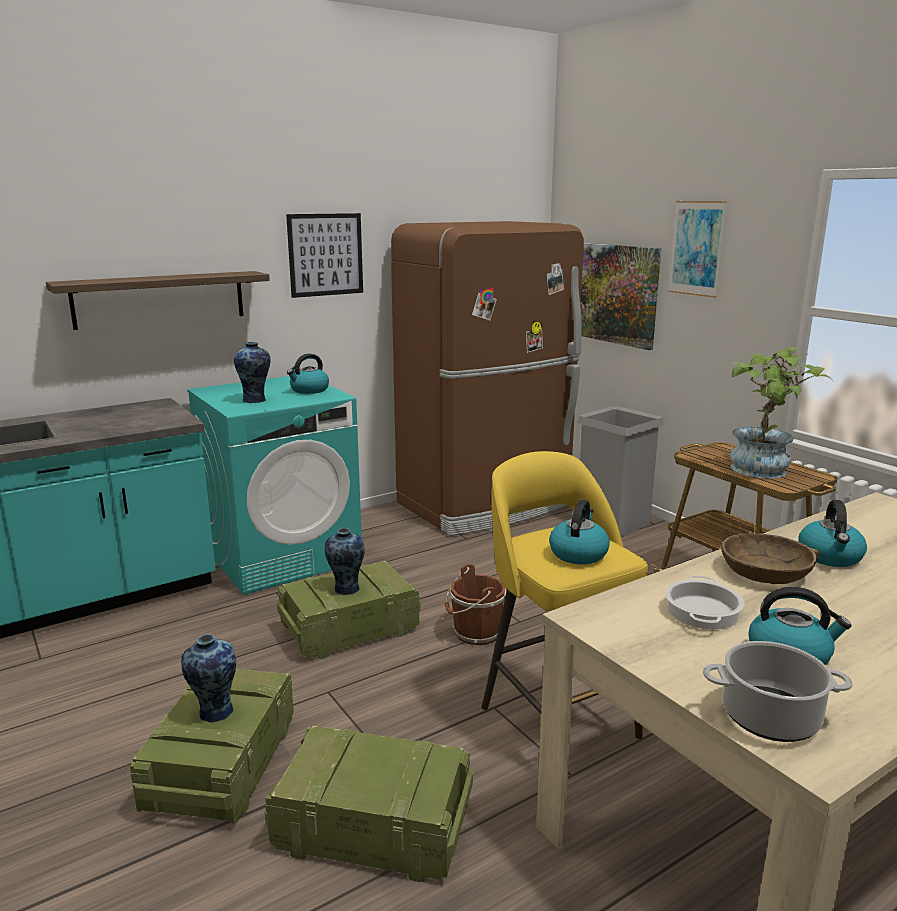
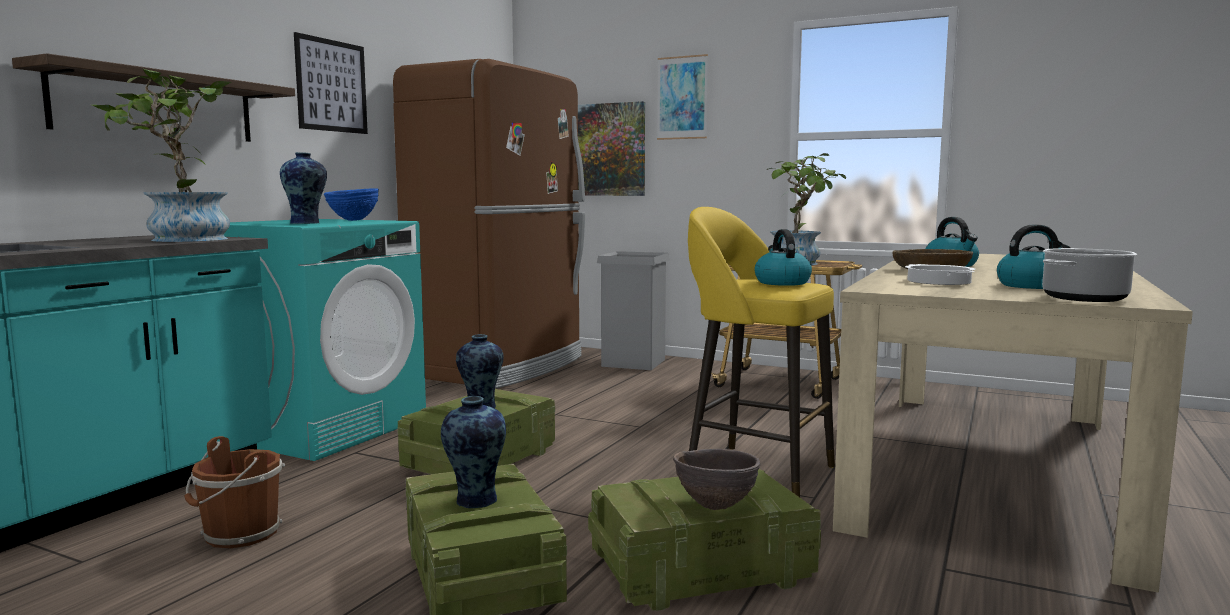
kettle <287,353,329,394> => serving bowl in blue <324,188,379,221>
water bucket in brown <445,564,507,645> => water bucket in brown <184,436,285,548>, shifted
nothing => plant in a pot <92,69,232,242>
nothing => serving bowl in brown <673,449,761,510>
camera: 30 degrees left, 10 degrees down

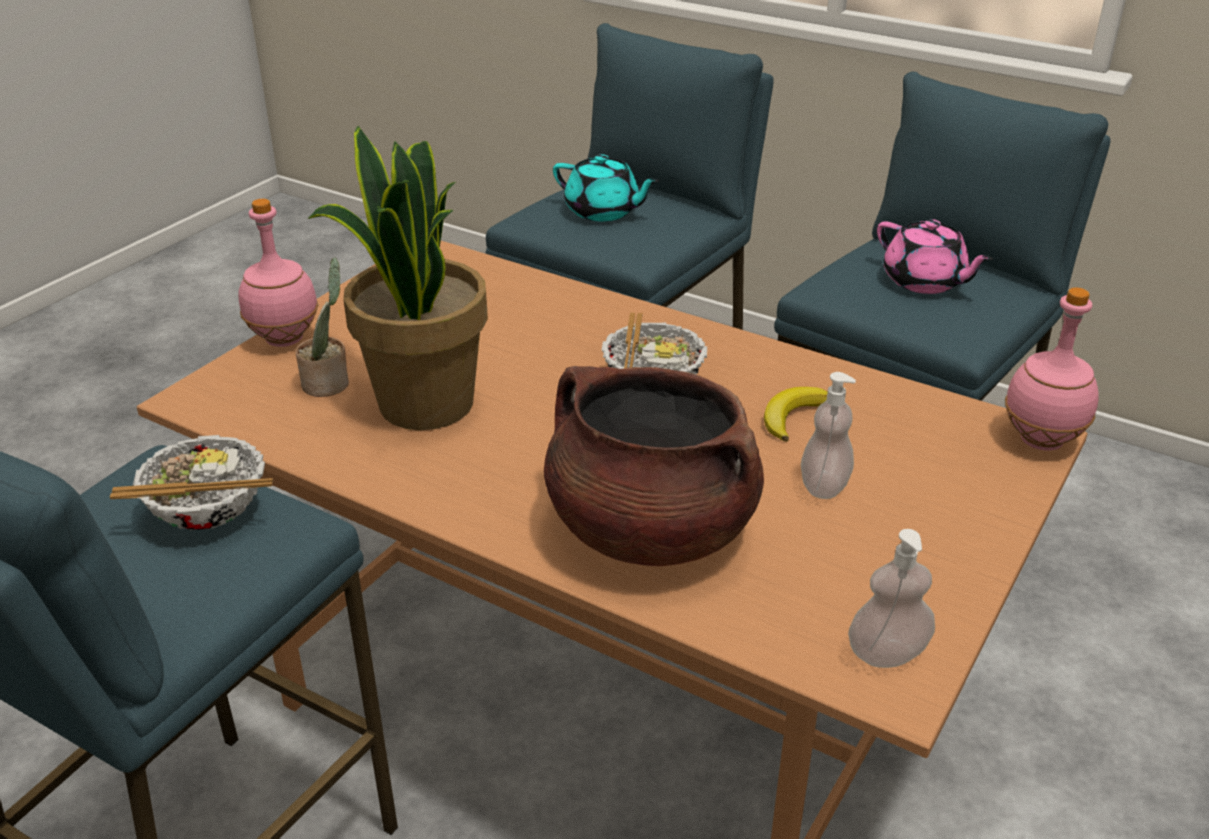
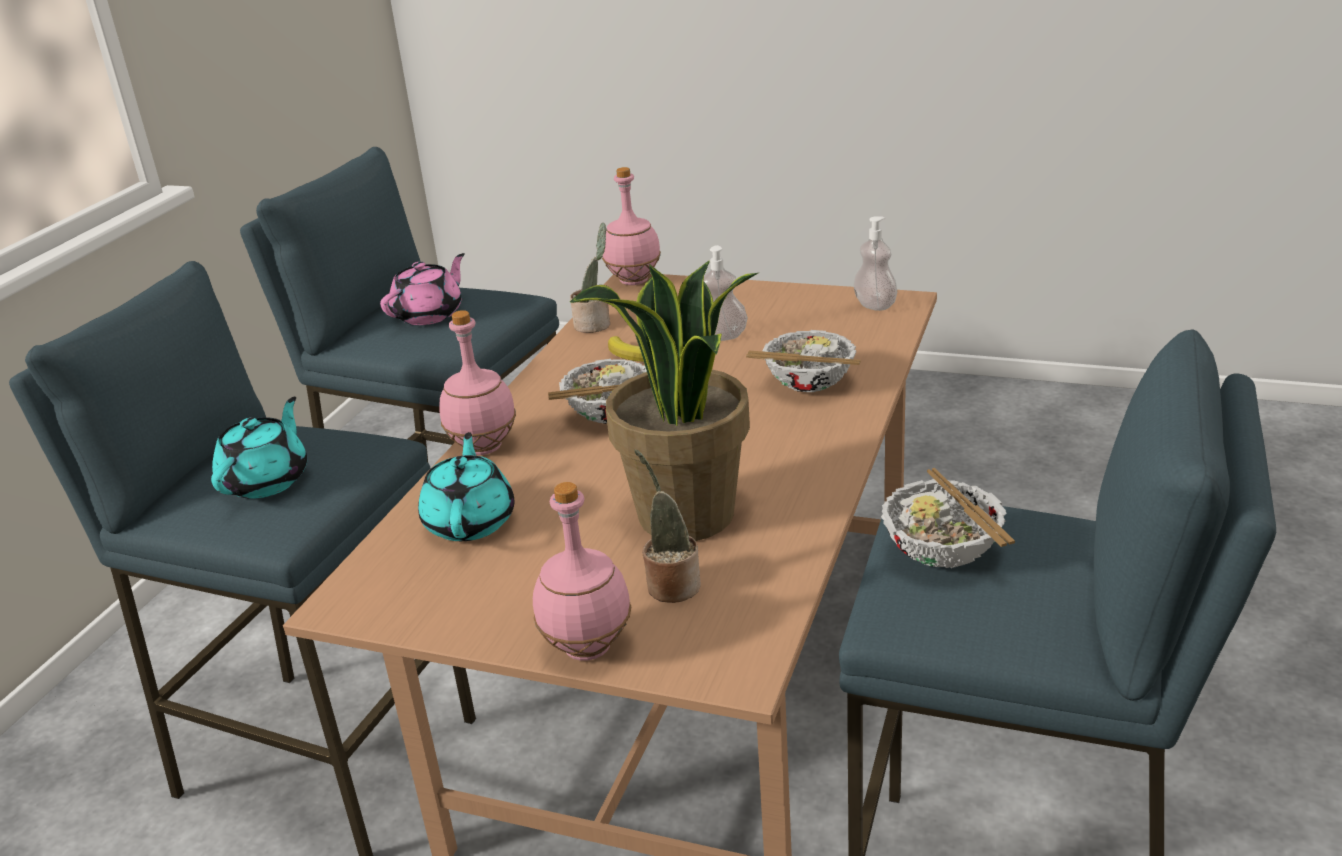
stockpot in brown <544,366,764,566> => serving bowl <746,330,861,392>
nothing => pot for tea in blue-green <418,432,515,541>
nothing => bottle in pink-coloured <439,310,516,455>
nothing => plant in a pot <570,223,610,333>
camera: 100 degrees left, 5 degrees down

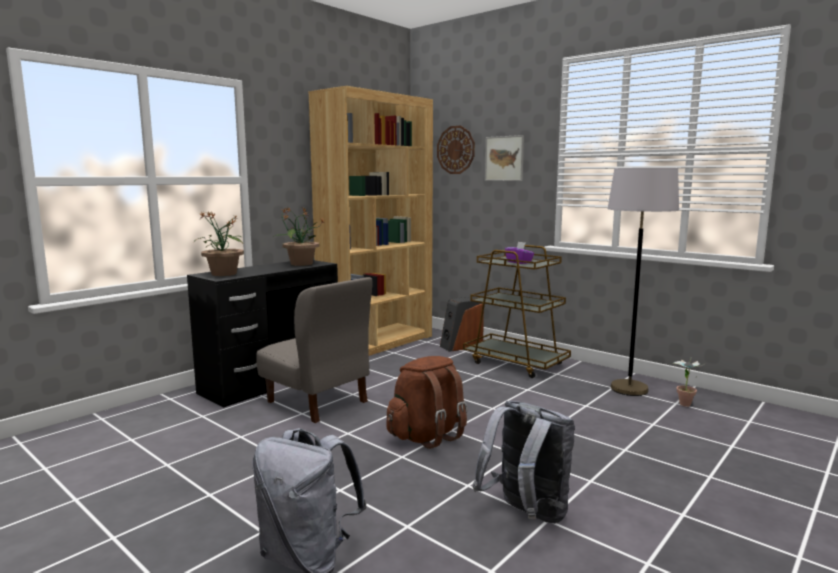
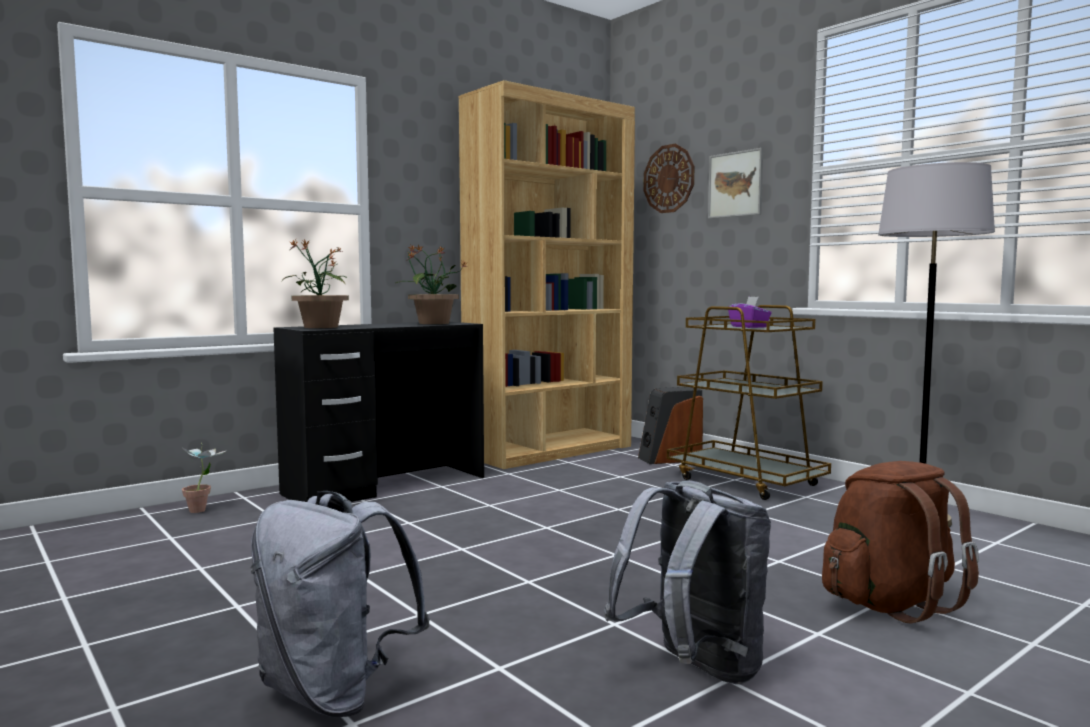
plain chair in grey <256,277,373,423> => nothing
backpack in brown <386,356,467,449> => backpack in brown <822,461,979,623>, shifted
plant in a pot <673,359,706,407> => plant in a pot <182,443,226,513>, shifted
camera: 10 degrees right, 5 degrees down

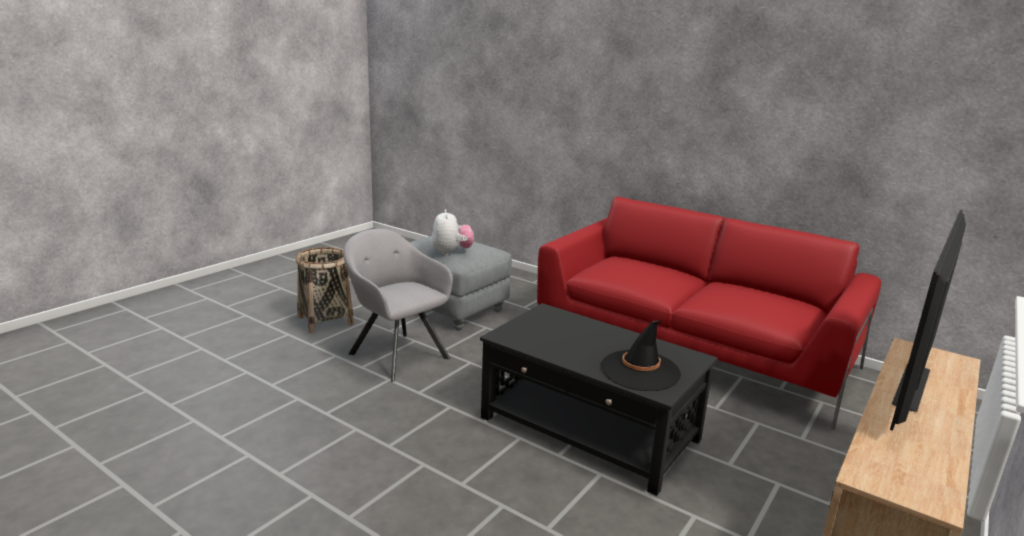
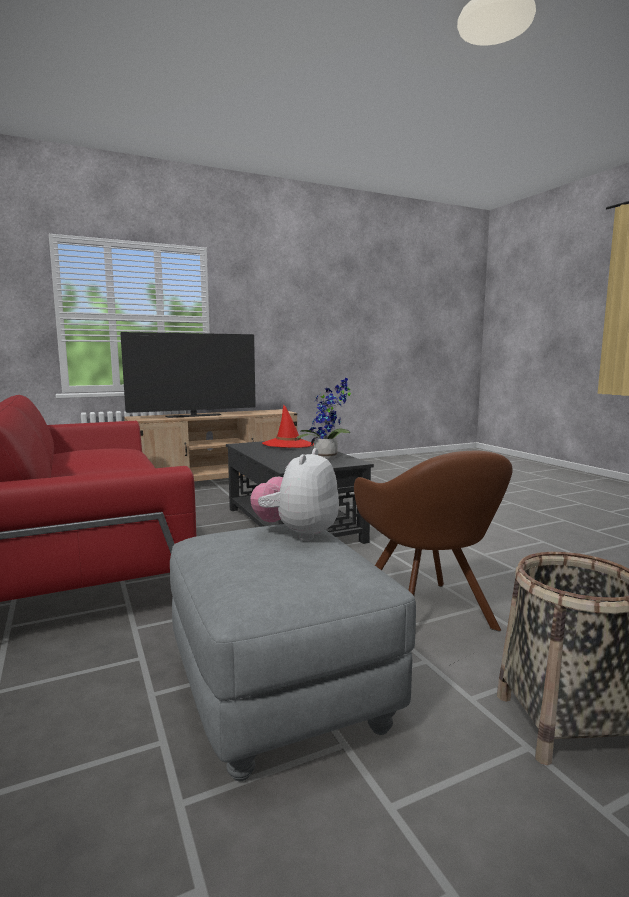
lounge chair in grey <343,229,453,382> => lounge chair in brown <354,451,513,631>
clothing hat in blackish <601,321,681,391> => clothing hat in red-coloured <262,405,314,448>
nothing => plant in a pot <297,378,351,459>
camera: 150 degrees left, 10 degrees down

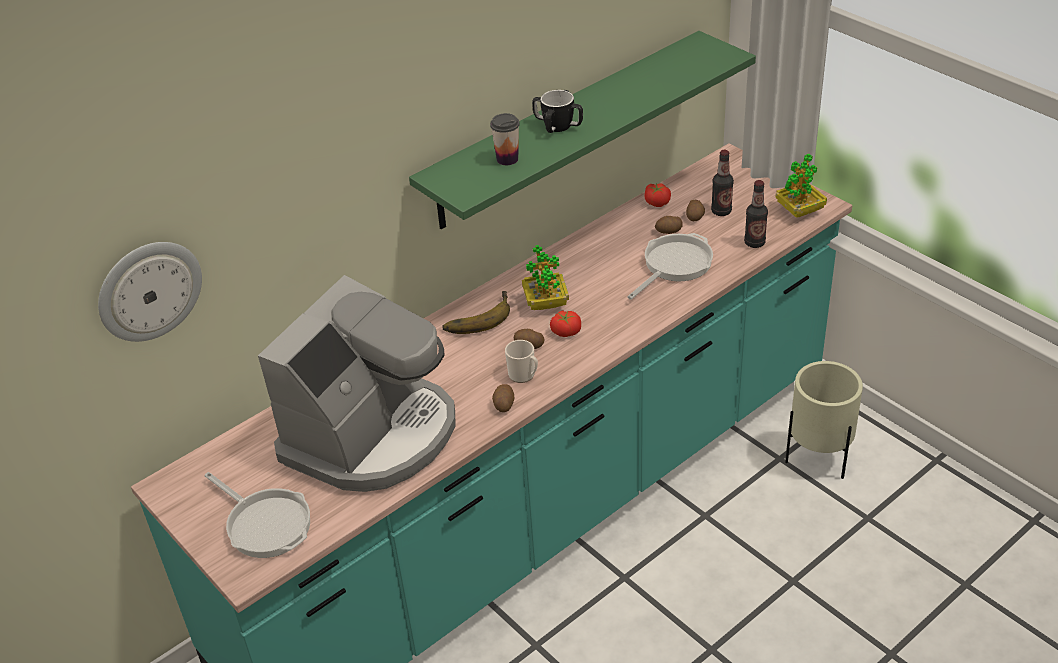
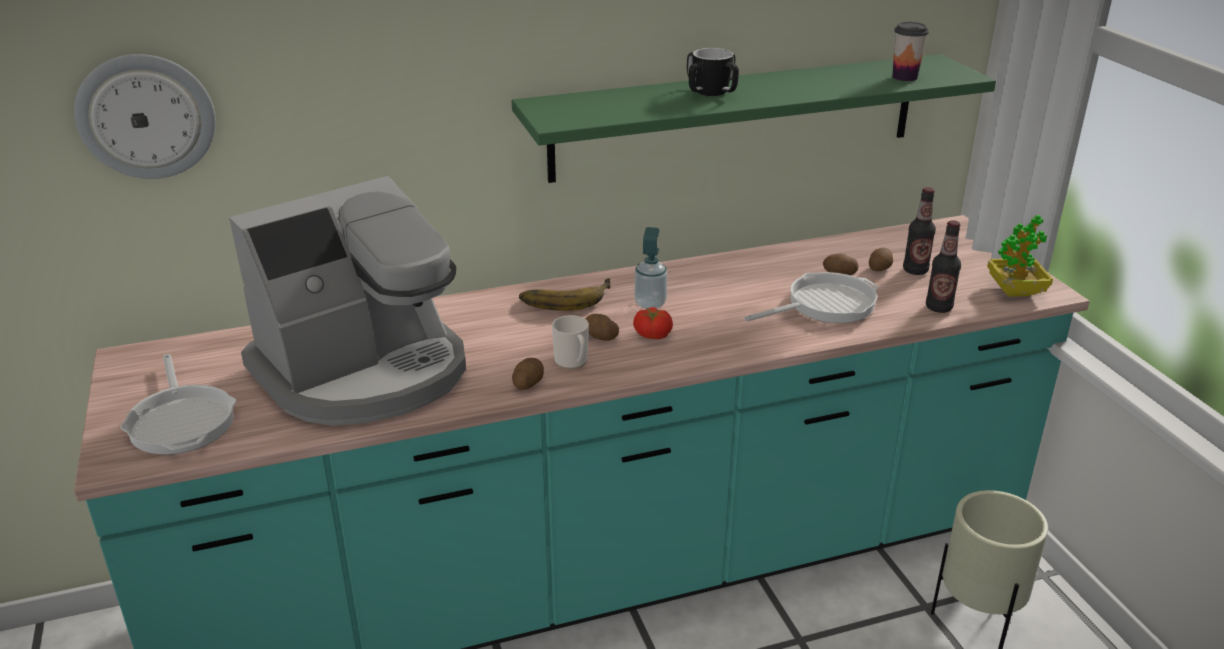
cup <490,113,520,165> => cup <892,22,929,81>, shifted
plant in a pot <522,245,569,310> => liquid soap bottle <635,227,667,309>
tomato <645,183,671,207> => nothing
camera: 20 degrees right, 10 degrees down

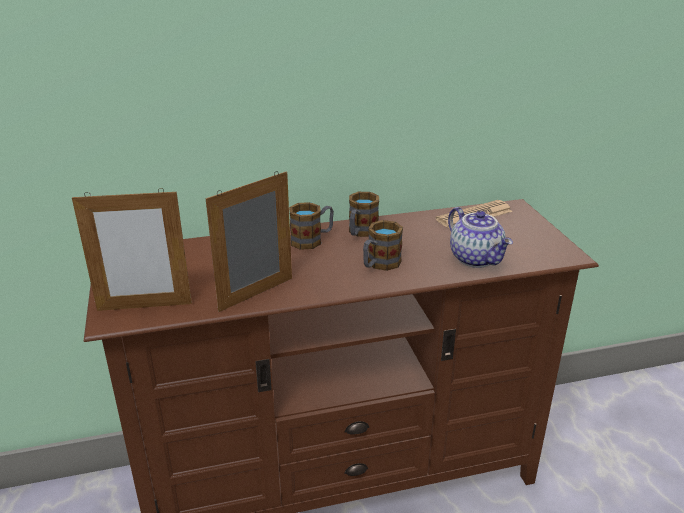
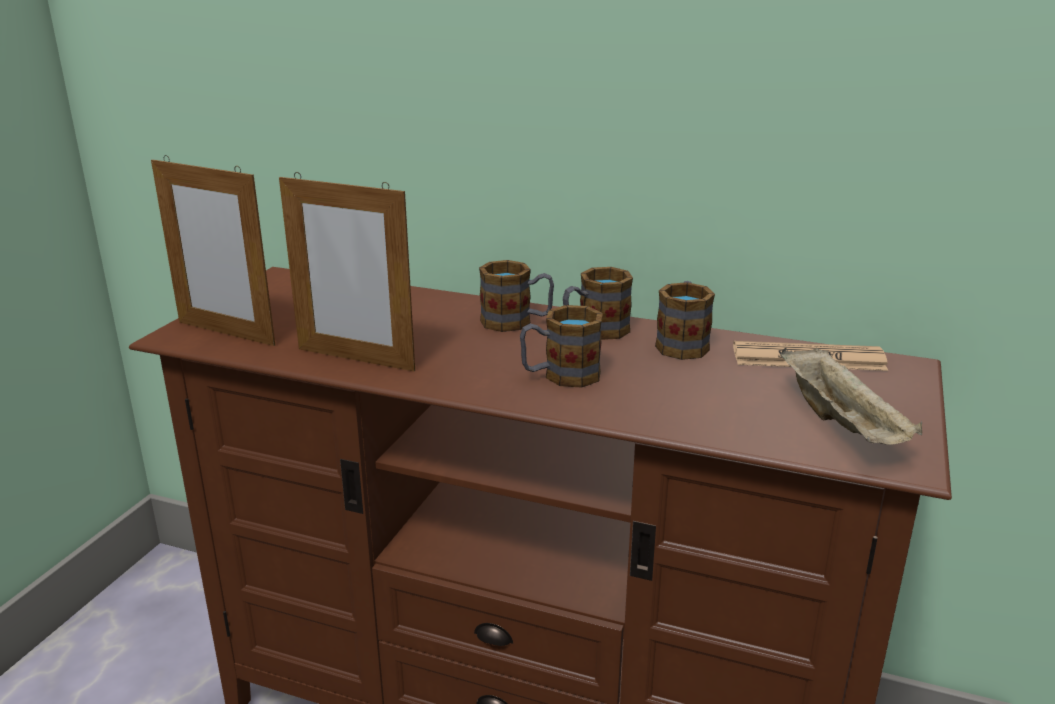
picture frame <206,171,292,312> => picture frame <279,172,415,371>, 150 degrees counterclockwise
pot for tea <448,207,513,268> => nothing
nothing => mug <655,281,715,360>
nothing => serving tray in sand-coloured <780,348,922,445>
camera: 35 degrees right, 5 degrees down

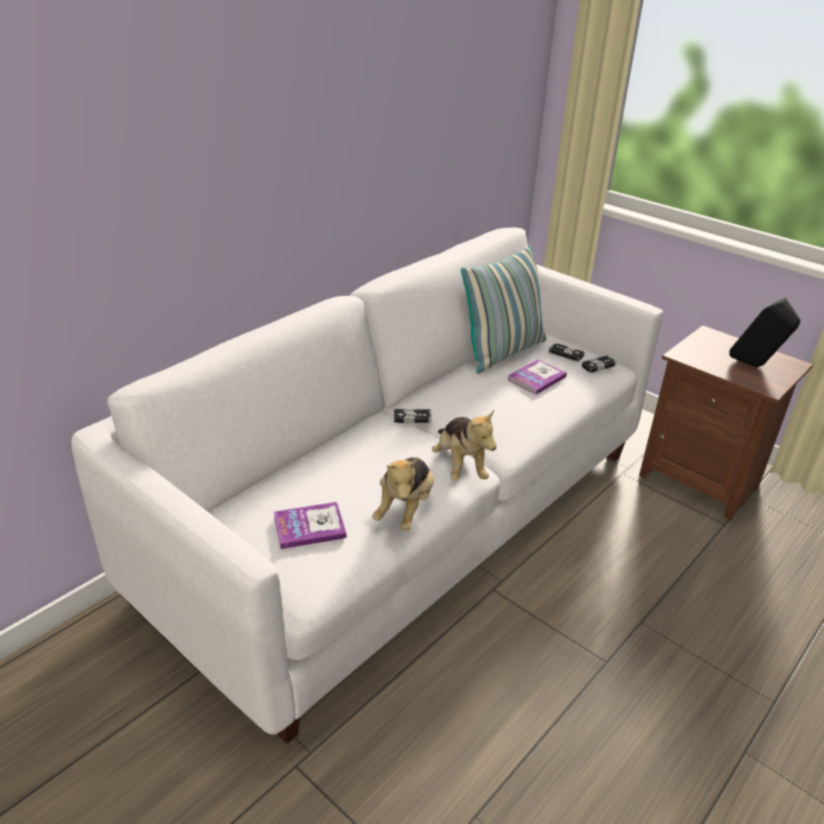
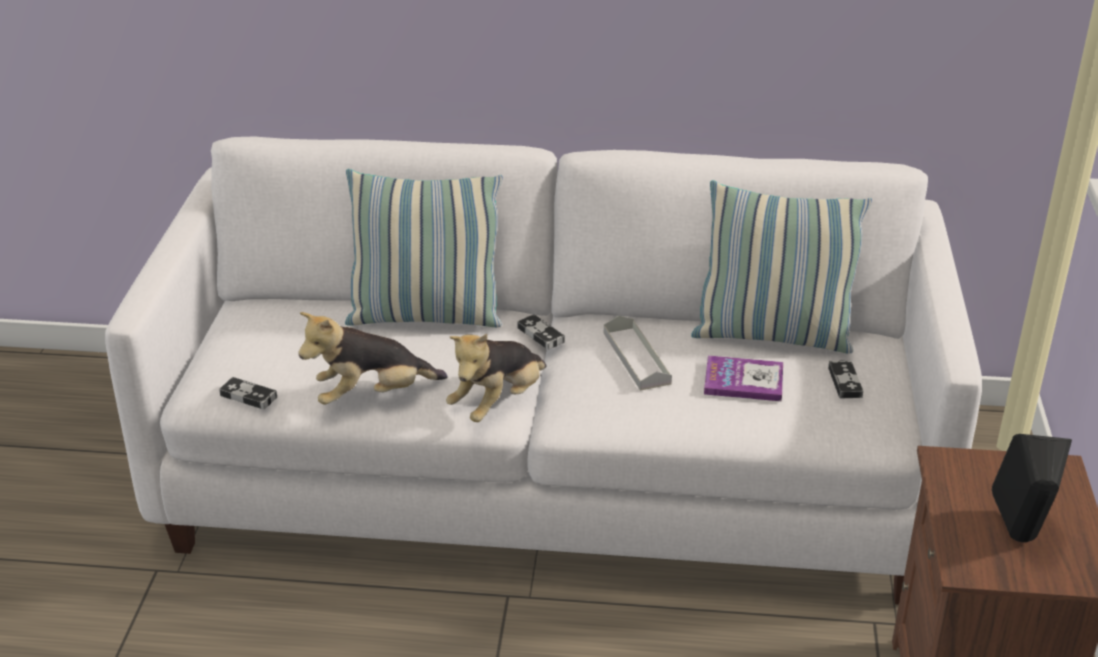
book <274,502,347,549> => nothing
game controller <581,355,617,373> => game controller <219,377,277,409>, shifted
nothing => cushion <345,169,503,327>
nothing => serving tray in grey <604,316,672,391>
camera: 55 degrees right, 0 degrees up

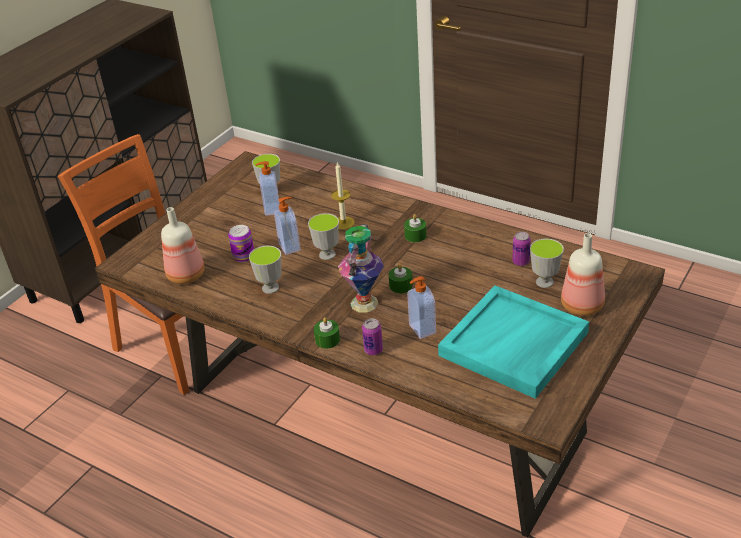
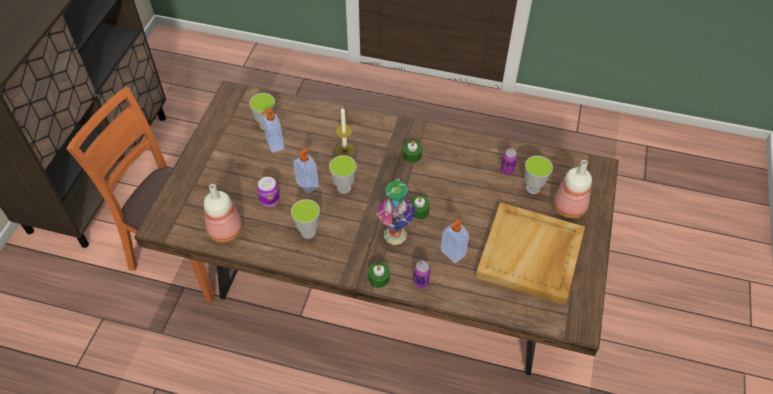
serving tray in blue-green <438,286,589,399> => serving tray in sand-coloured <476,202,585,305>
camera: 20 degrees left, 15 degrees up

